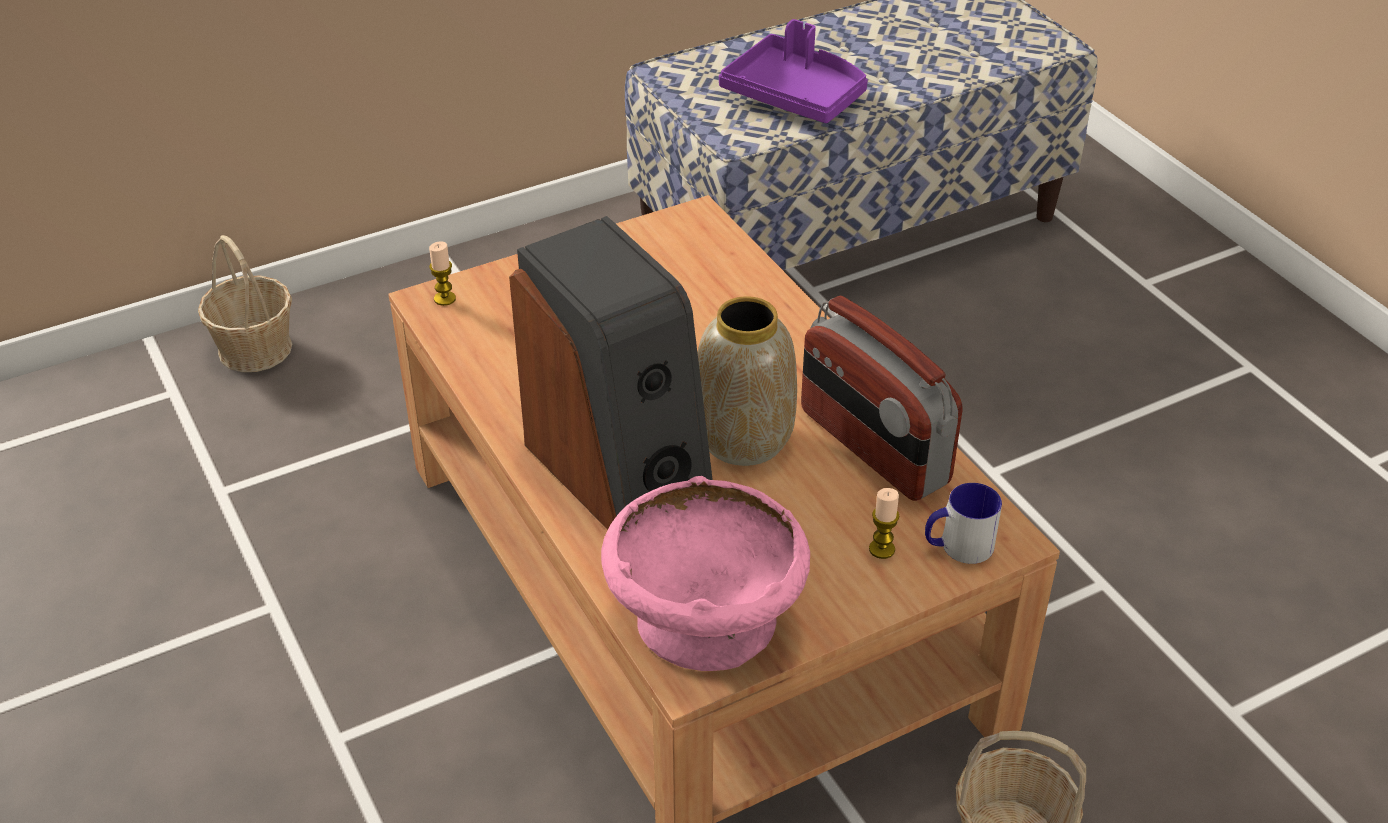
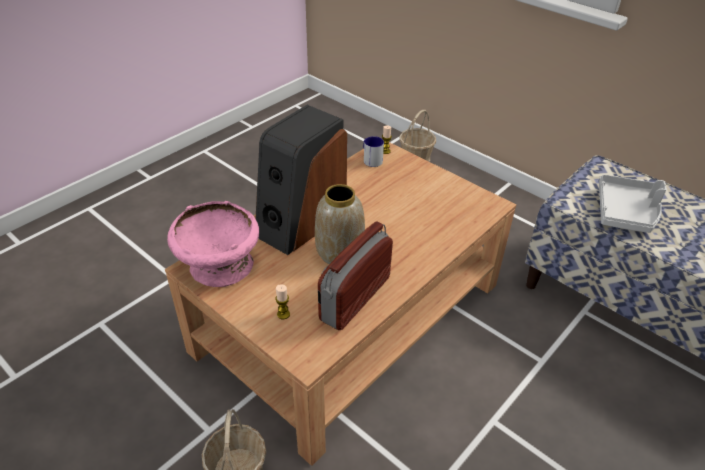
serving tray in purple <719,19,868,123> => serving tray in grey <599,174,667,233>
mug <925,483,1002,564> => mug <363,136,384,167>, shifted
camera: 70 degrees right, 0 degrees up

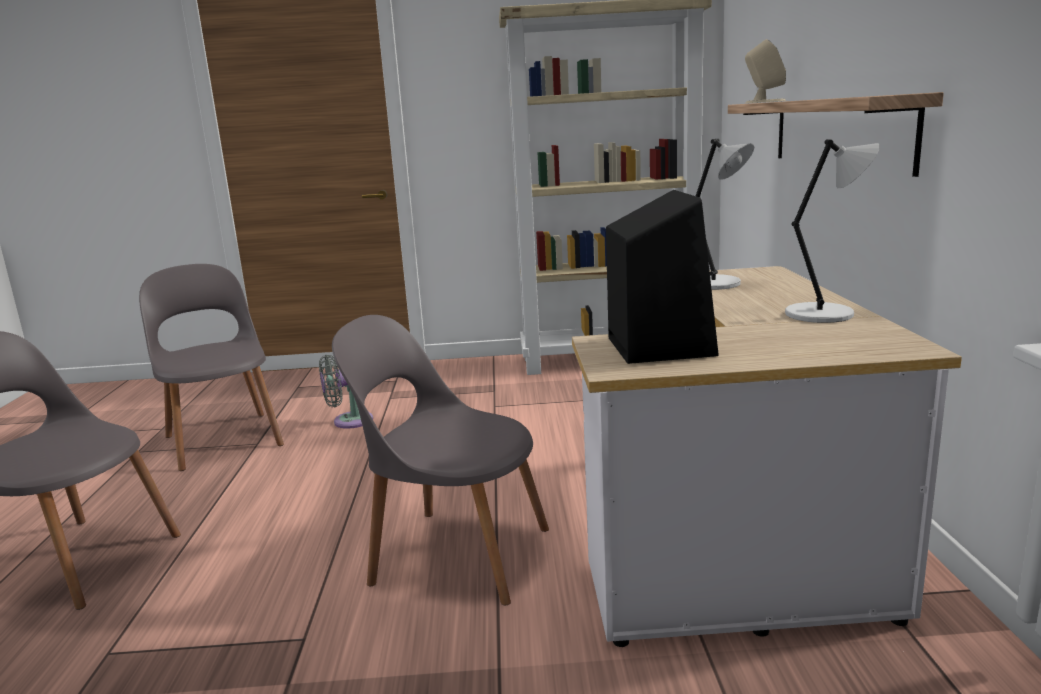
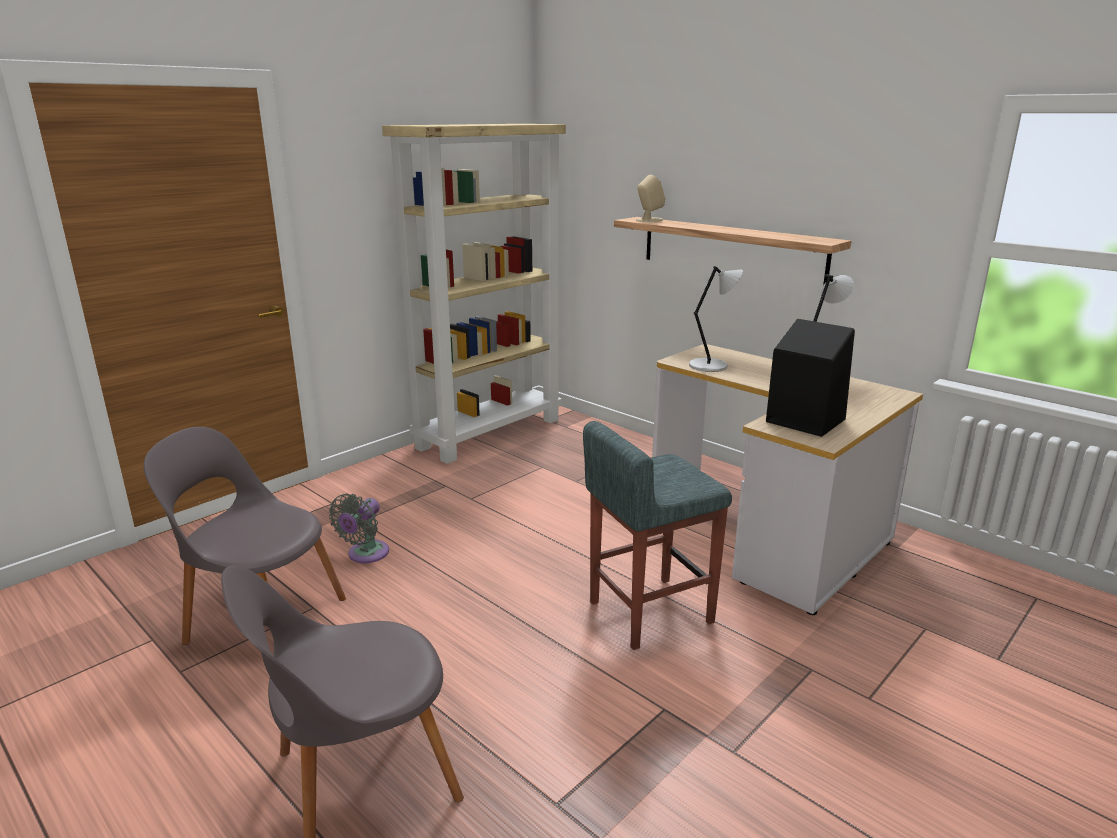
plain chair in grey <332,315,549,605> => stool in grey <583,421,732,650>
camera: 45 degrees left, 5 degrees up

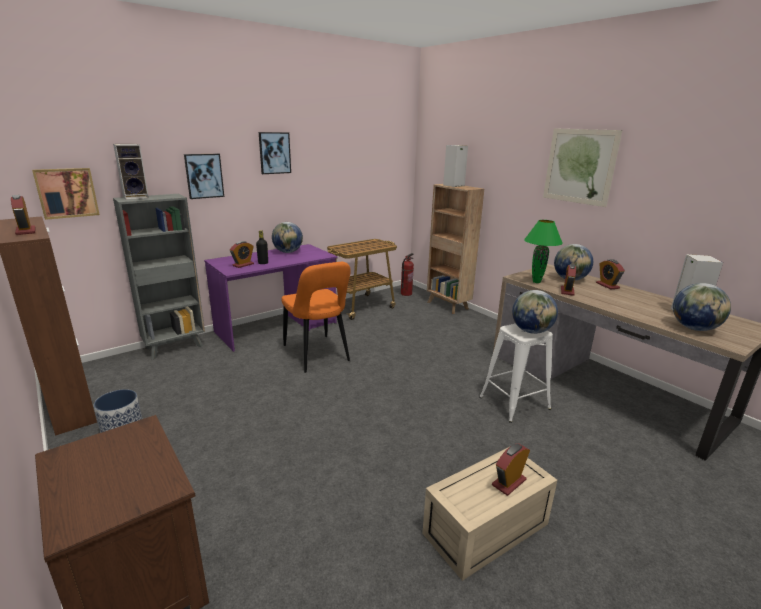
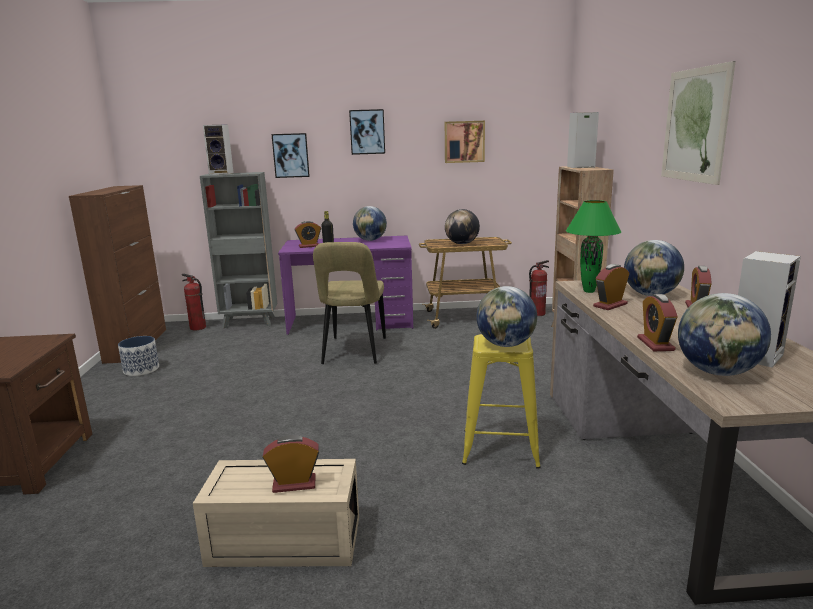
alarm clock <11,195,36,235> => alarm clock <637,294,678,351>, shifted
wall art <32,168,100,220> => wall art <445,121,485,163>, shifted
plain chair in orangey <282,262,351,373> => plain chair in sand-coloured <313,242,386,364>
stool in white-coloured <479,324,553,423> => stool in yellowish <462,334,541,469>
nothing => fire extinguisher <182,274,206,331>
nothing => globe <445,209,480,244>
camera: 35 degrees right, 5 degrees down

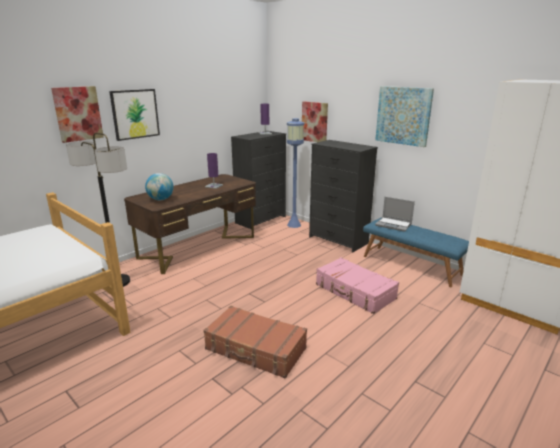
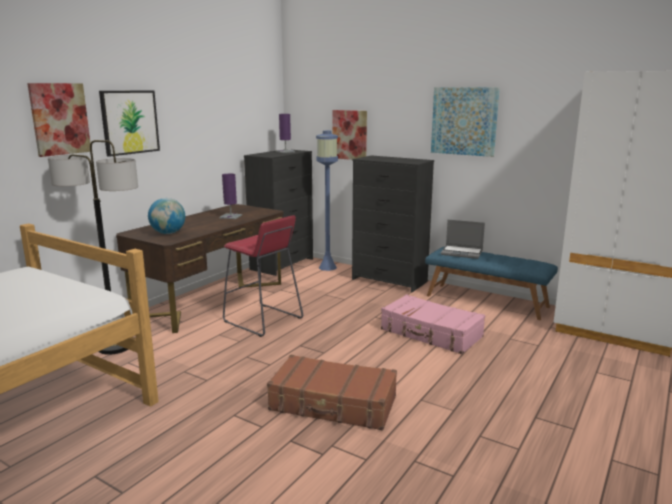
nothing => stool in red-coloured <223,215,303,337>
camera: 10 degrees left, 5 degrees down

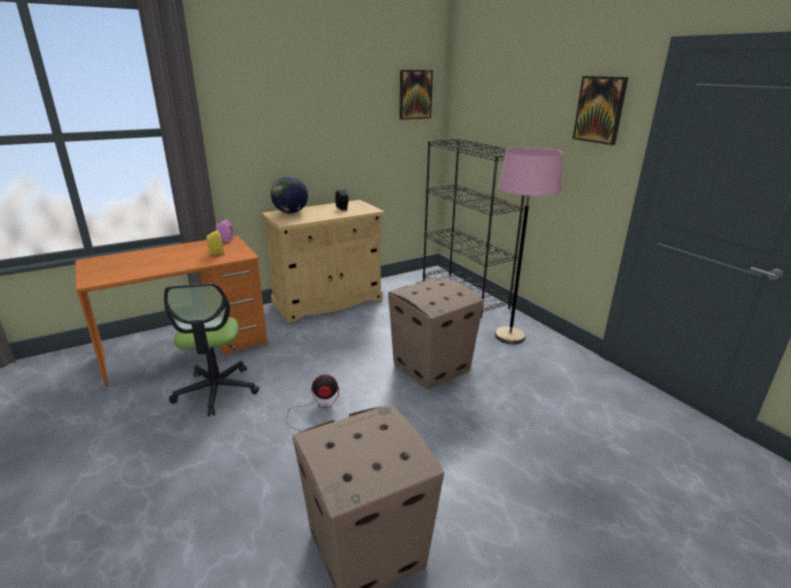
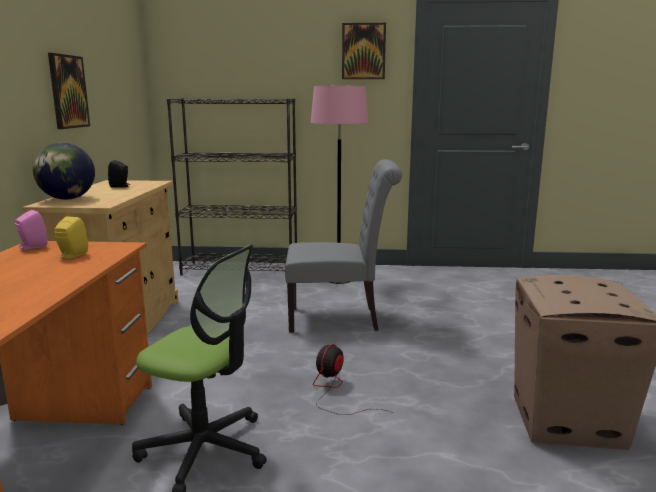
carton <388,277,484,389> => plain chair in grey <285,159,402,333>
wall art <399,70,433,120> => wall art <48,53,90,129>, shifted
camera: 55 degrees left, 10 degrees down

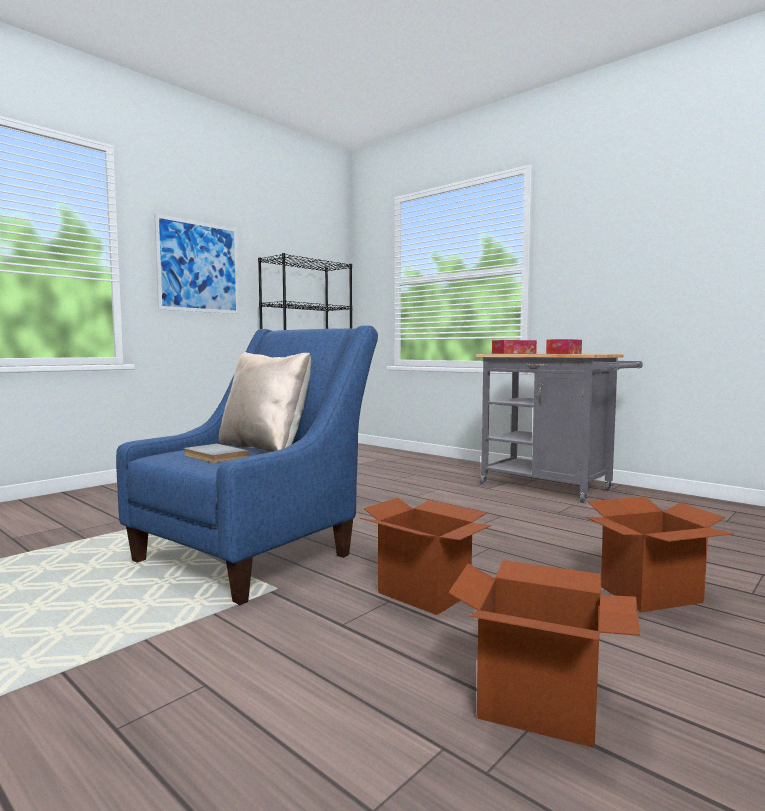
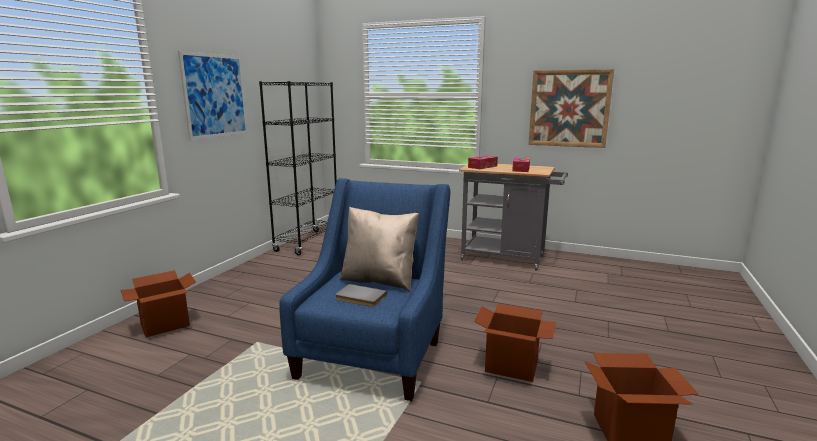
carton <586,496,734,612> => carton <120,270,196,337>, shifted
nothing => wall art <528,69,614,148>
camera: 20 degrees left, 10 degrees up

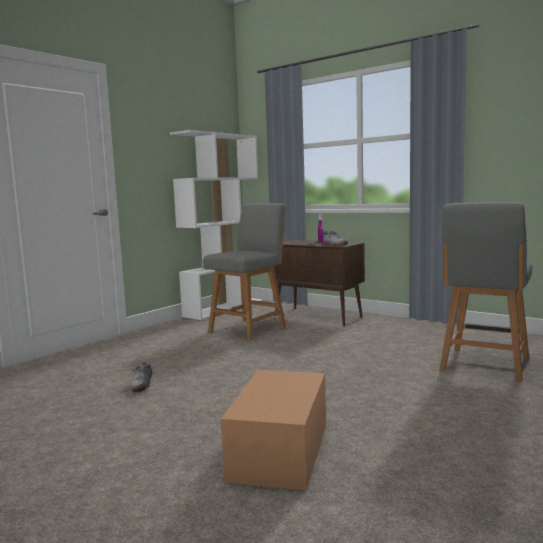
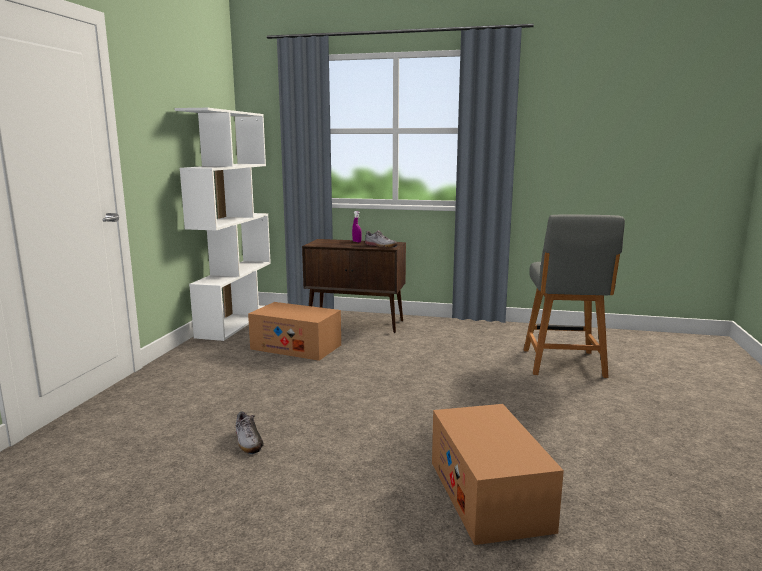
plain chair in grey <203,203,286,341> => carton <248,302,341,361>
camera: 25 degrees left, 5 degrees up

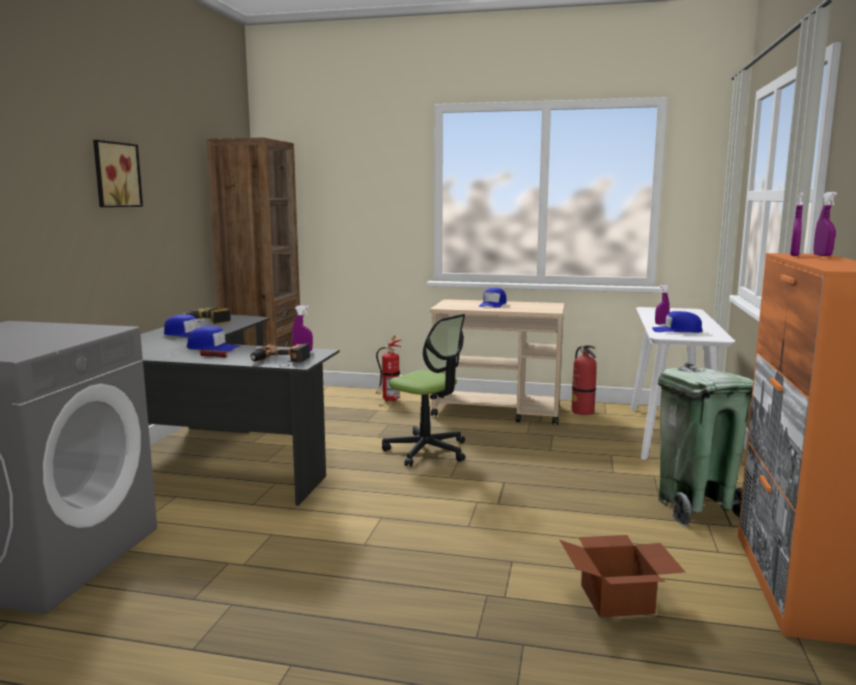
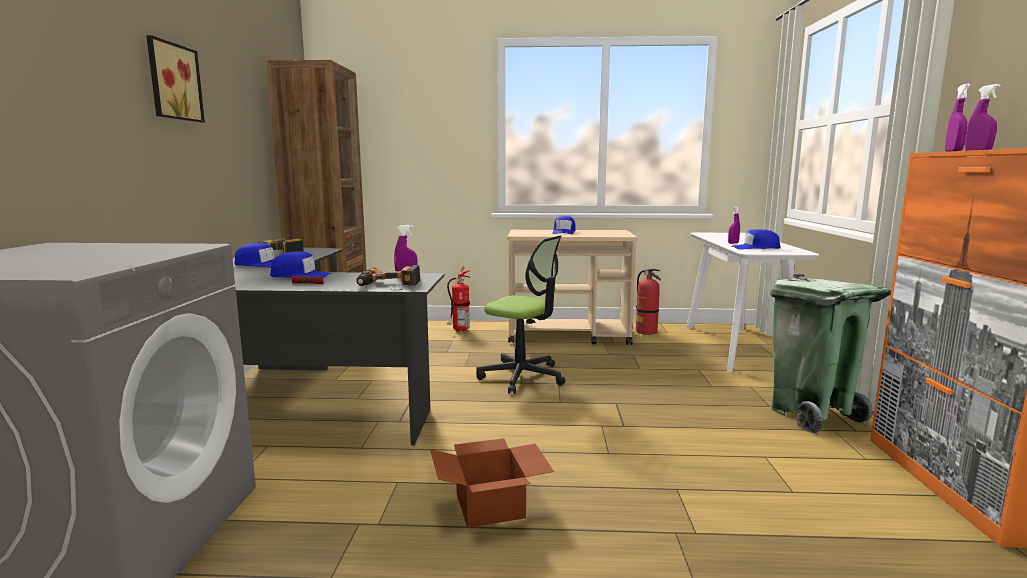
carton <560,535,685,617> => carton <430,438,554,528>, shifted
camera: 10 degrees left, 0 degrees up

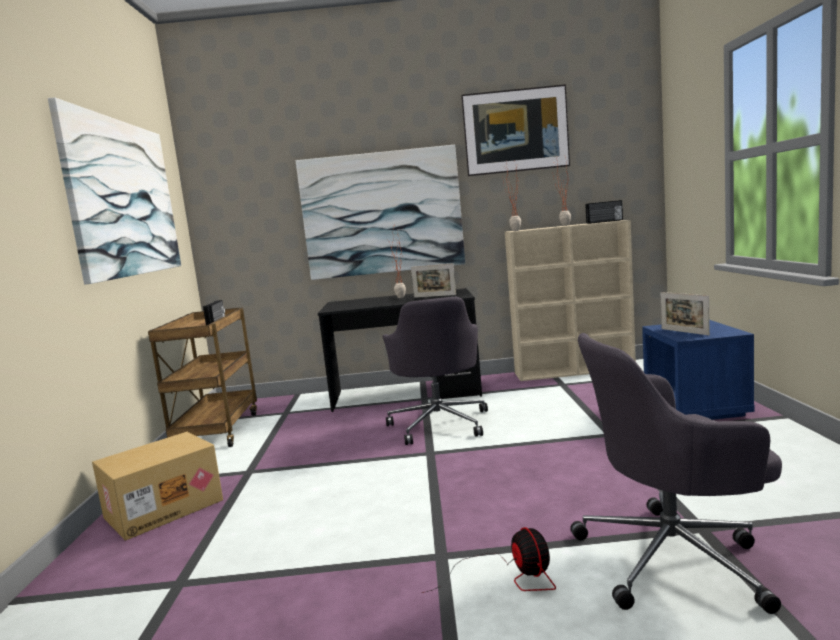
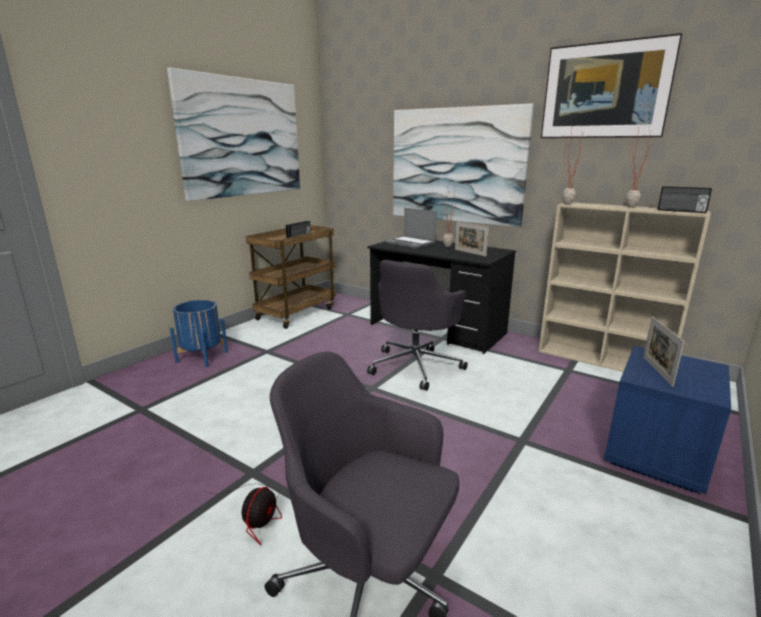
carton <92,432,223,541> => flower pot in blue <170,300,228,367>
nothing => portable computer <385,208,437,249>
camera: 35 degrees right, 10 degrees up

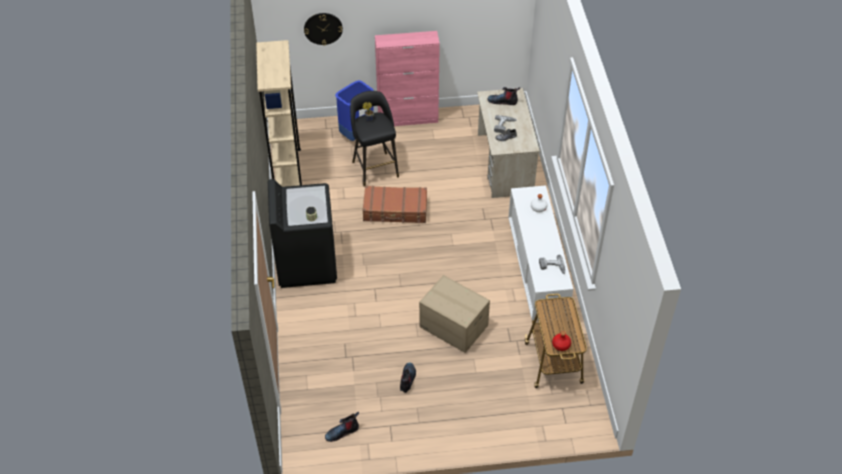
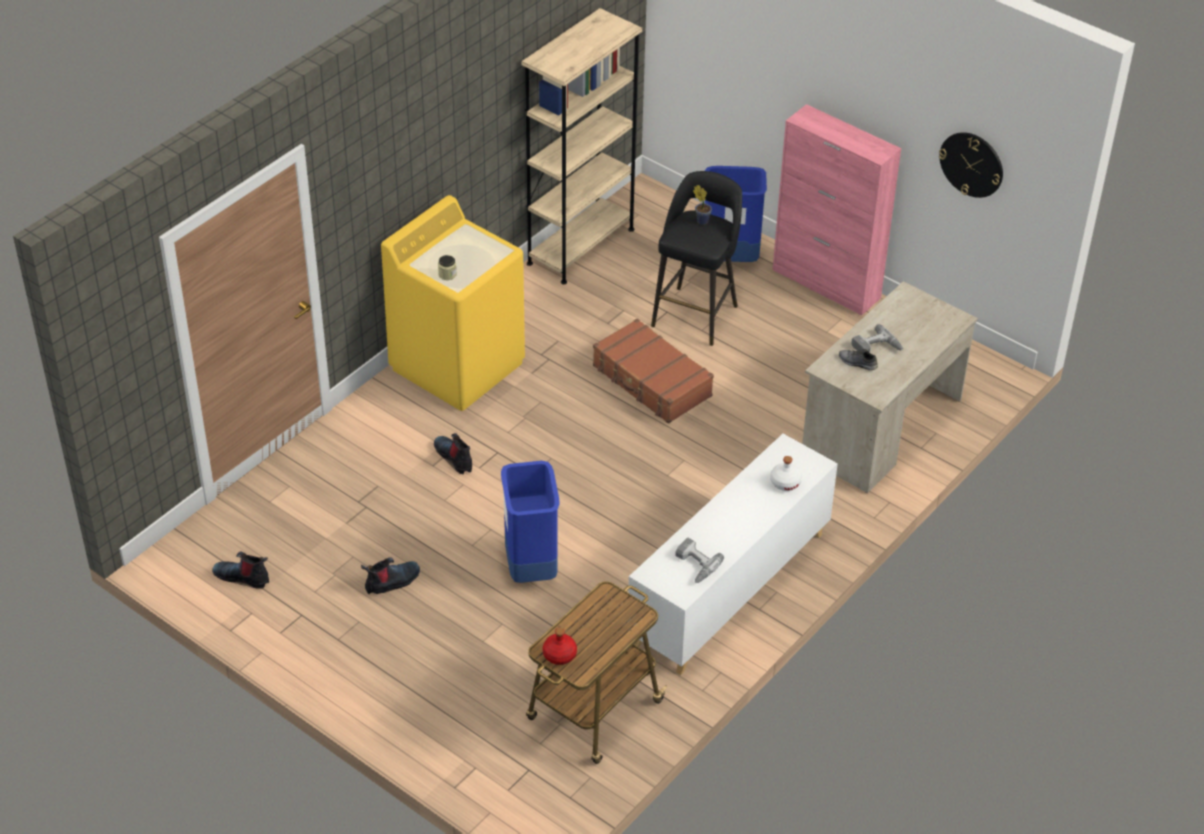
laundry appliance in blackish <268,179,337,288> => laundry appliance in yellowish <381,195,525,411>
wall clock <304,13,343,46> => wall clock <939,132,1003,198>, shifted
carton <419,275,490,353> => waste bin in blue <501,461,559,583>
tall boot <487,87,520,105> => tall boot <434,433,472,474>, shifted
camera: 45 degrees right, 5 degrees down

